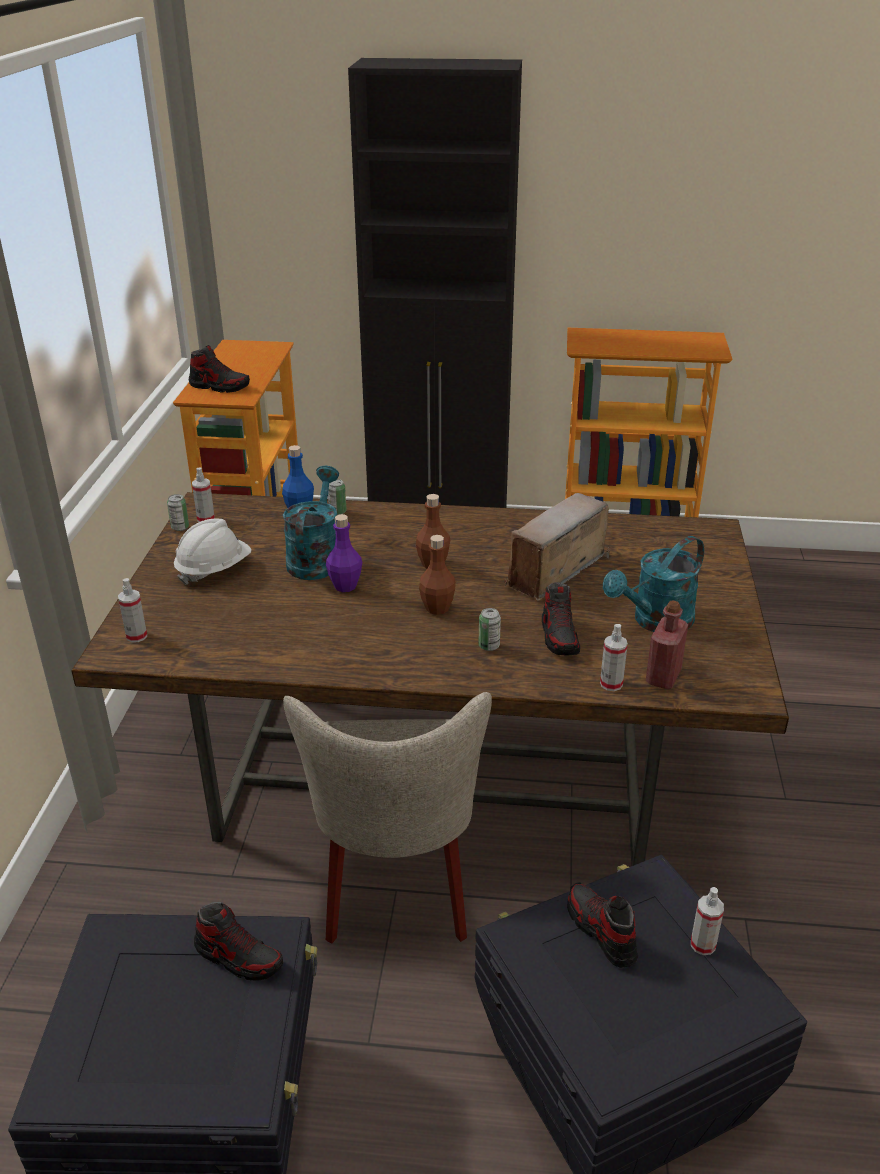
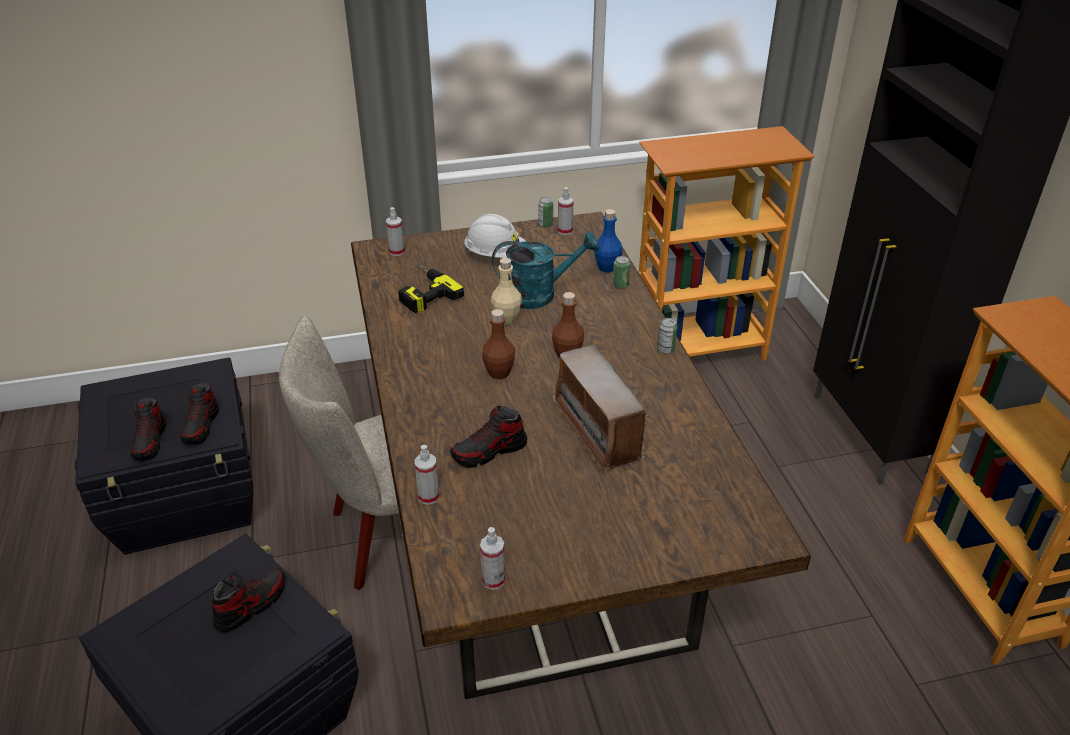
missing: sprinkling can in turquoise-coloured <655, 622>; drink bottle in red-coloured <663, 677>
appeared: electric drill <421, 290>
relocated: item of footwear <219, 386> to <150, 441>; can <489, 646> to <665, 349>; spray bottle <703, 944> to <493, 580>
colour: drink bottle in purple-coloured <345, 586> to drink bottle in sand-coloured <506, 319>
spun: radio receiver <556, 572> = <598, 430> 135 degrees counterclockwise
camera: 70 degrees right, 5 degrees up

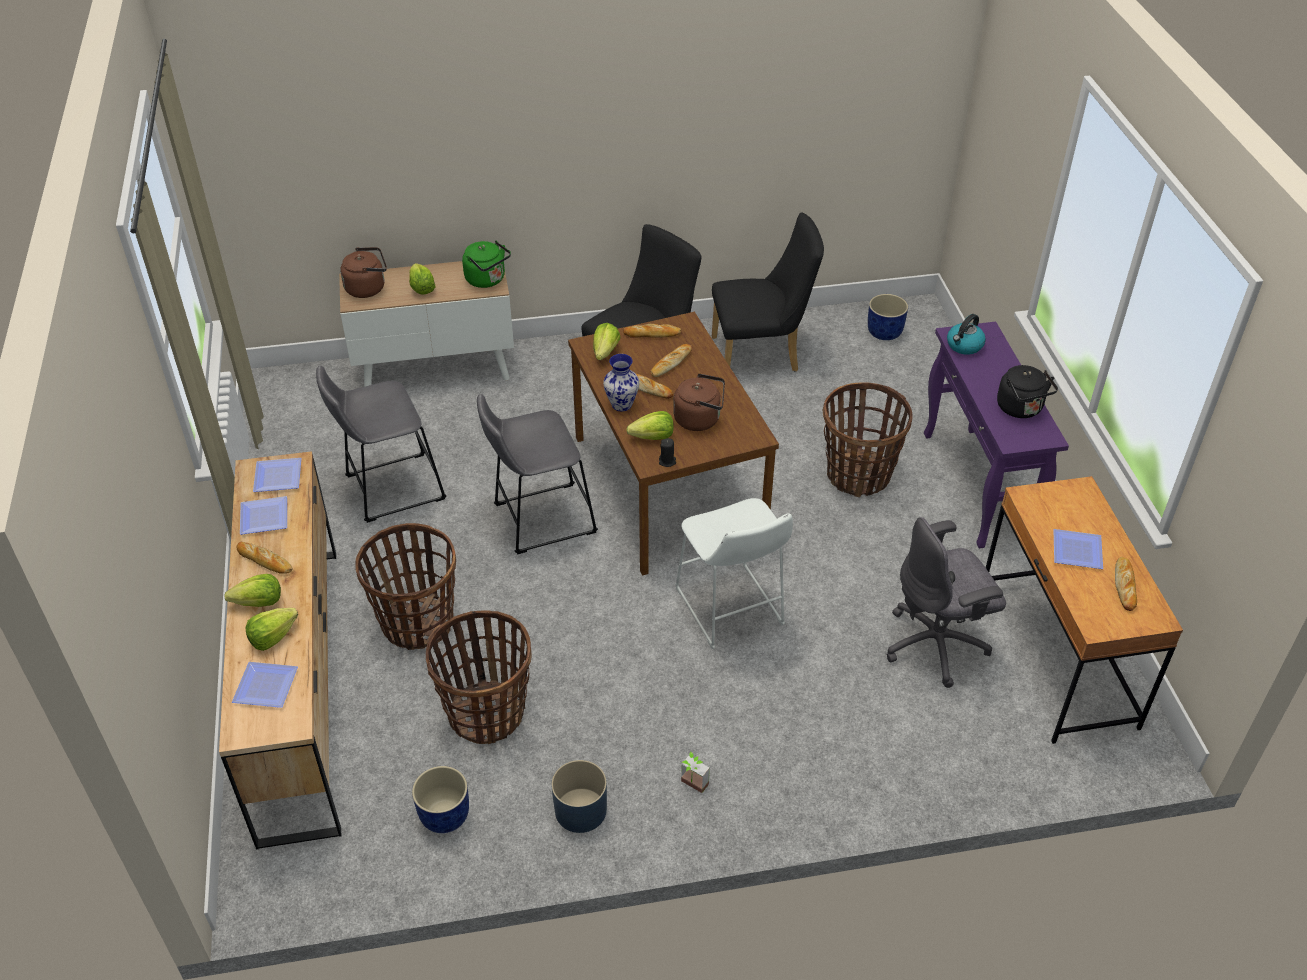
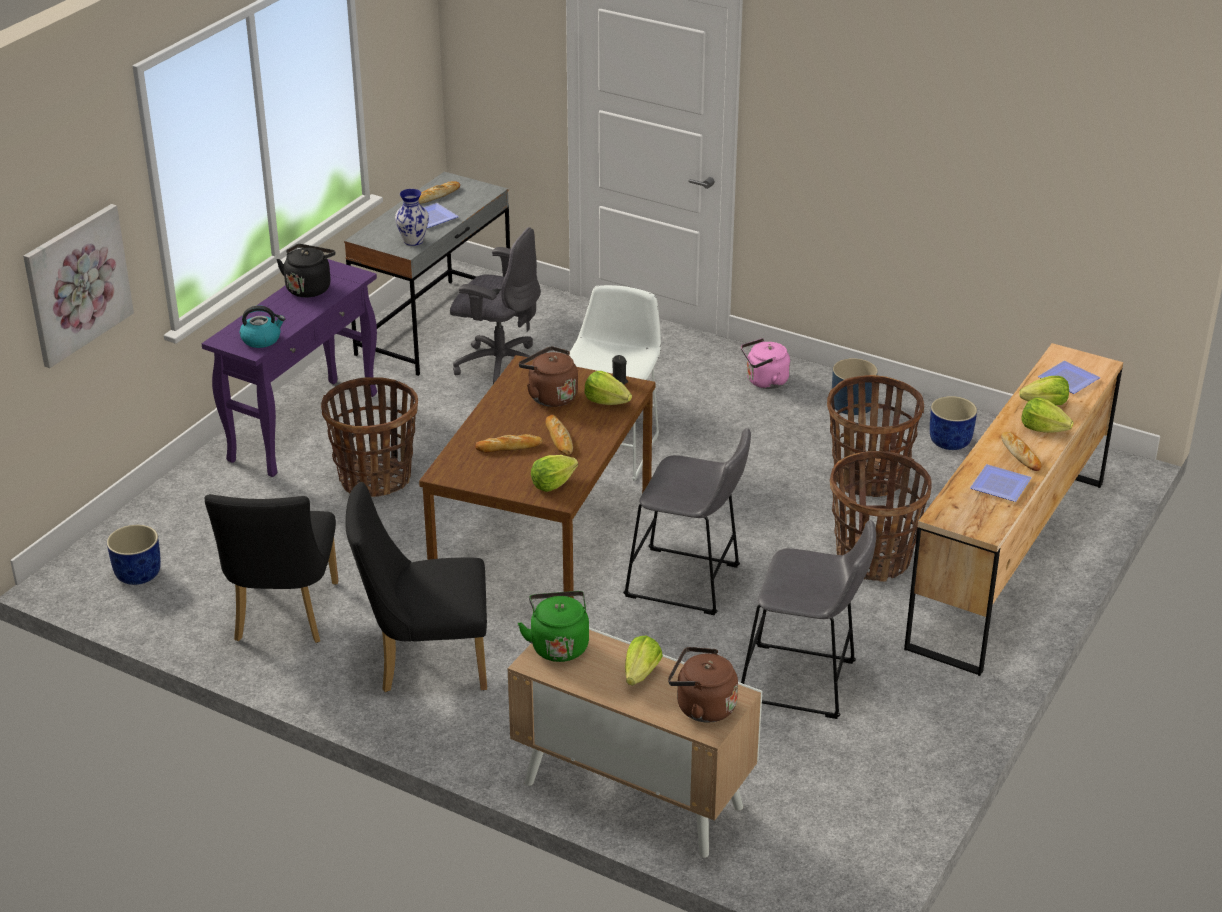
missing: dinner plate <276, 478>; baked bread <652, 334>
appeared: wall art <76, 284>
relocated: flower vase <622, 404> to <413, 241>
exchanged: potted plant <692, 786> to water kettle in pinkish <764, 381>
colour: desk in brown <1056, 656> to desk in greyish <435, 327>
spun: upright chair in blackish <762, 354> = <283, 617> 120 degrees counterclockwise
camera: 140 degrees left, 10 degrees down

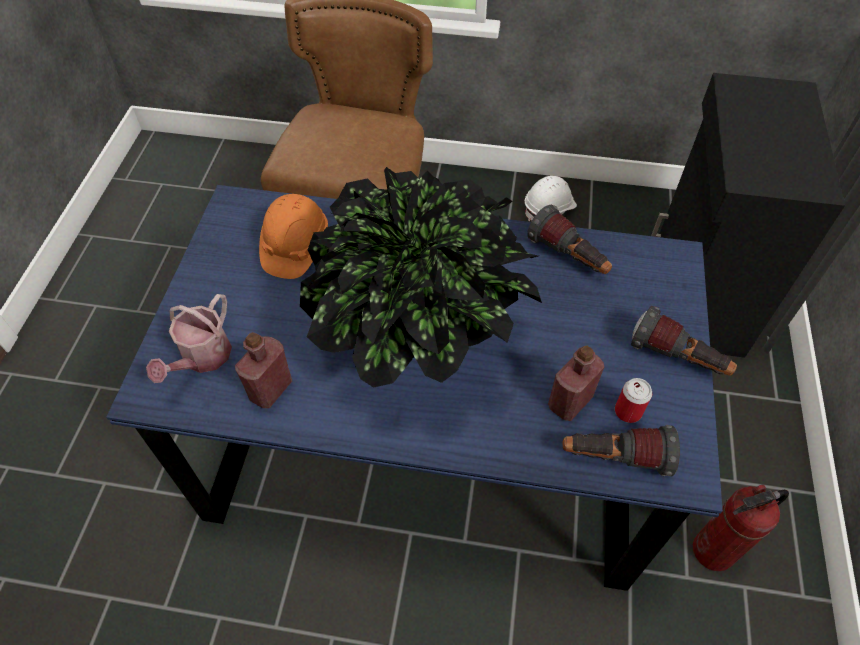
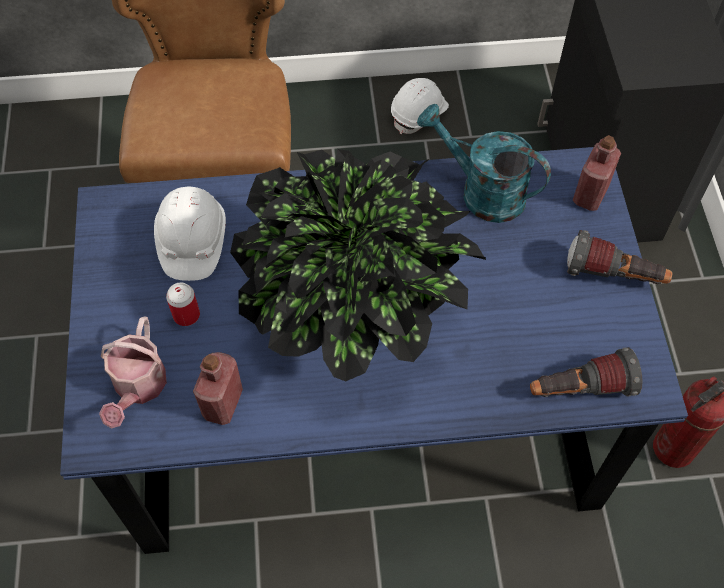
relocated: drink bottle in red-coloured <570, 402> to <590, 195>; can <628, 411> to <186, 315>
exchanged: hand torch <568, 258> to sprinkling can in turquoise-coloured <482, 192>
colour: work helmet in orange <295, 247> to work helmet in whitish <192, 242>
camera: 15 degrees left, 5 degrees up

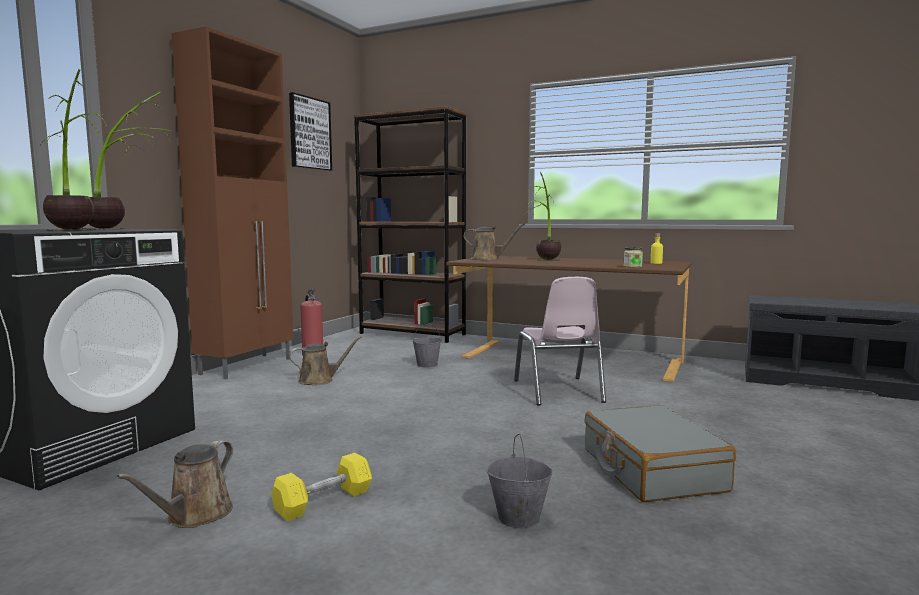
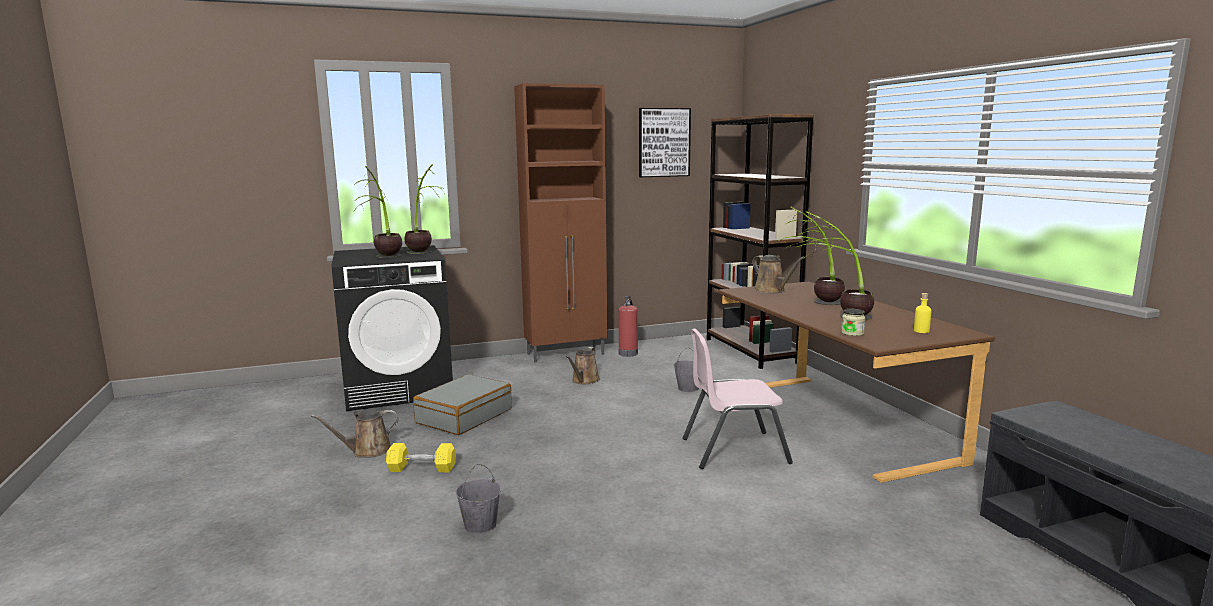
appeared: potted plant <837, 317>
relocated: suitcase in greyish <651, 470> to <464, 416>
spun: sprinkling can in brown <320, 380> = <584, 380> 90 degrees clockwise; upright chair in pinkish <558, 391> = <734, 450> 45 degrees clockwise
camera: 45 degrees right, 5 degrees up

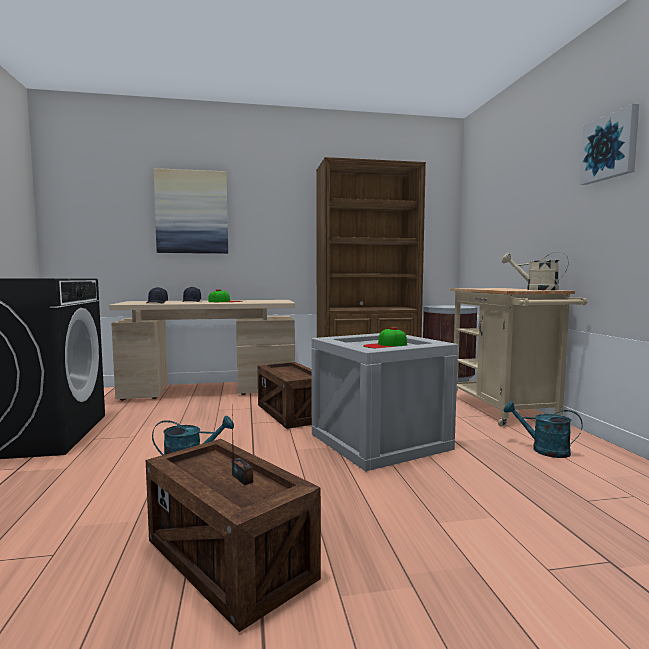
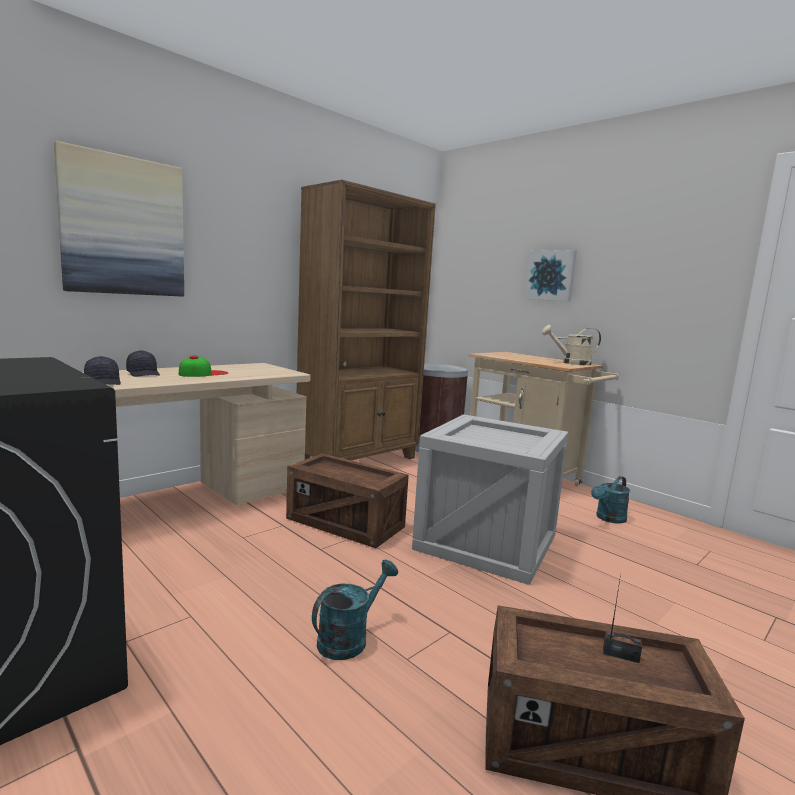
missing: peaked cap <385, 345>
relocated: wall art <610, 147> to <551, 275>
spun: sprinkling can in turquoise-coloured <543, 450> = <608, 519> 45 degrees counterclockwise
camera: 35 degrees left, 5 degrees up

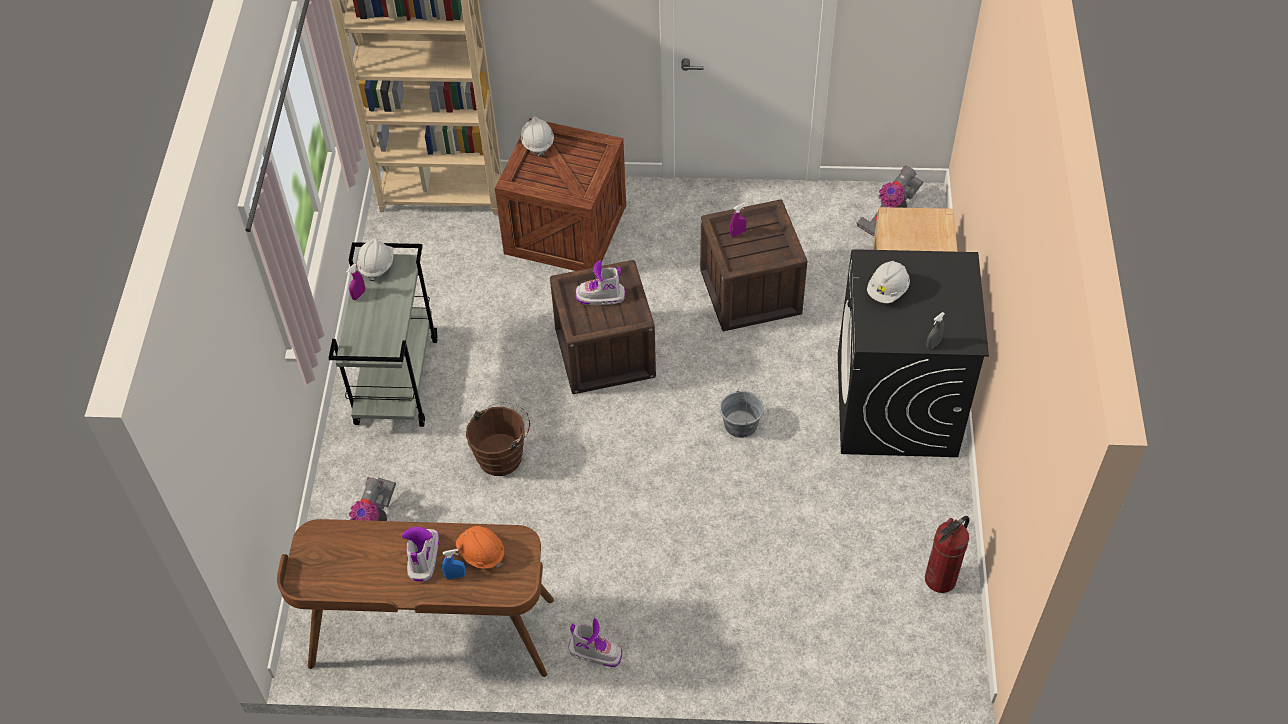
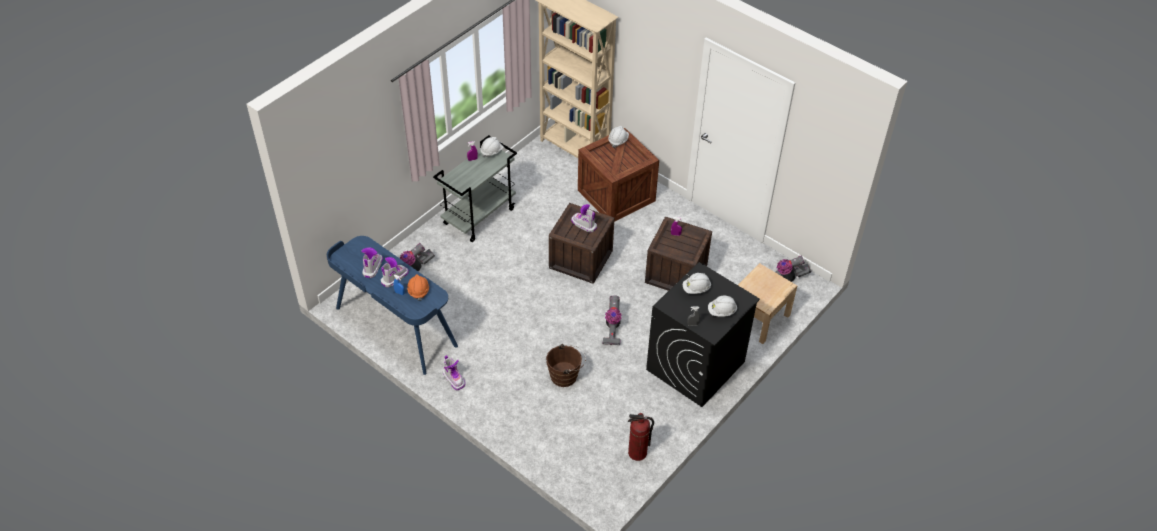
appeared: tall boot <372, 267>; work helmet in whitish <721, 311>
relocated: pail in brown <503, 455> to <566, 376>
exchanged: pail in greyish <740, 424> to vacuum <612, 327>
colour: desk in brown <432, 635> to desk in blue-coloured <395, 327>
camera: 35 degrees right, 5 degrees down

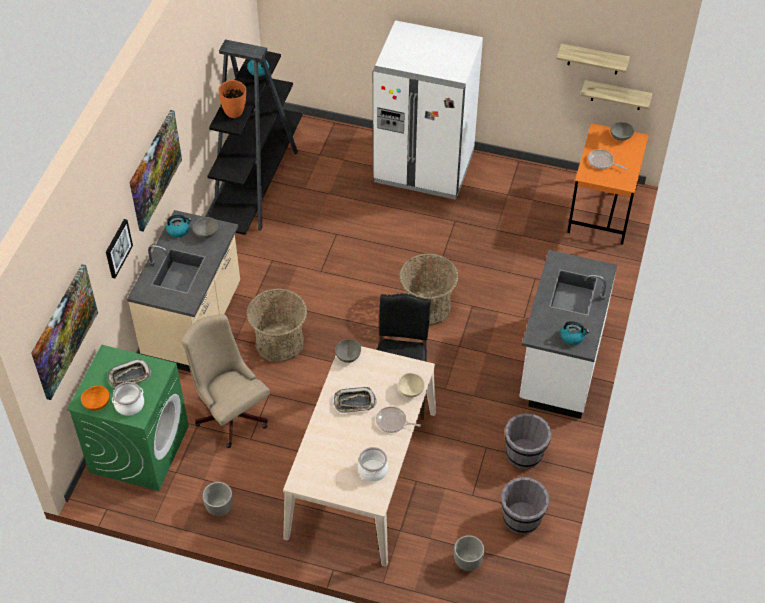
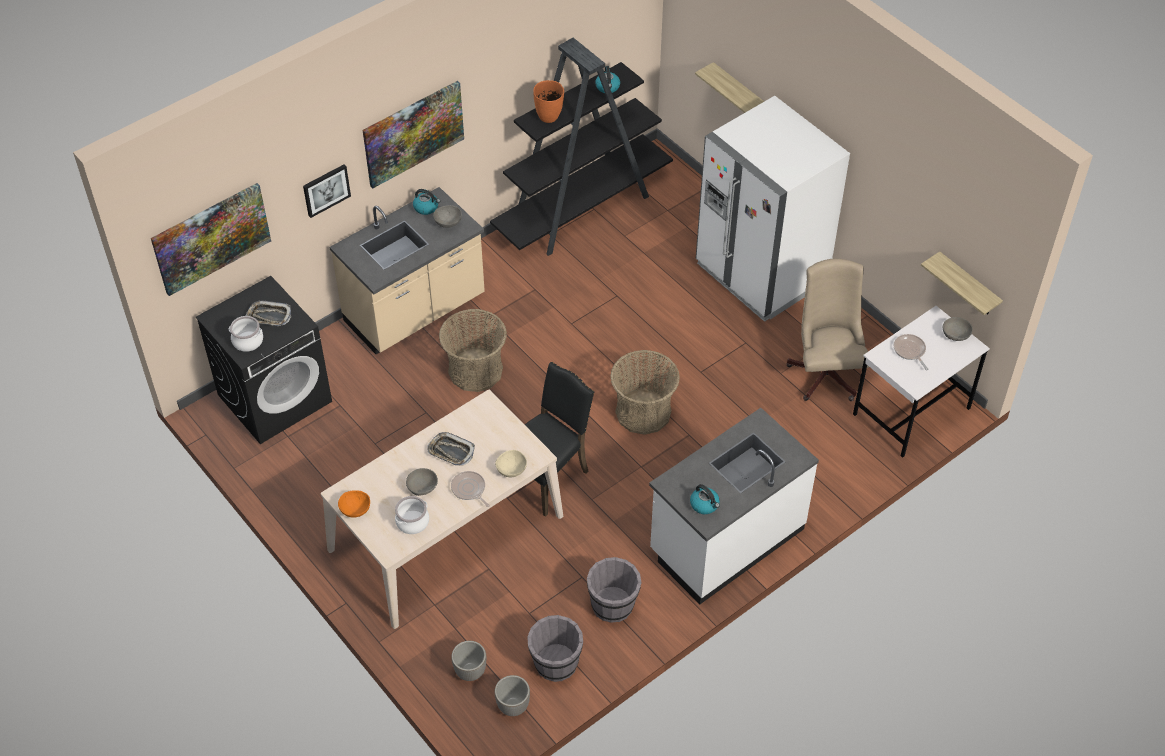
relocated: deep dish in orange <96, 404> to <355, 510>; computer chair in sand-coloured <230, 413> to <826, 371>; plant pot <220, 508> to <513, 706>; deep dish in greyish <348, 356> to <423, 488>; bracket shelf <593, 59> to <738, 92>
colour: washing machine in green <139, 448> to washing machine in blackish <275, 397>; desk in orange <602, 211> to desk in whitish <911, 412>
camera: 35 degrees right, 0 degrees up

